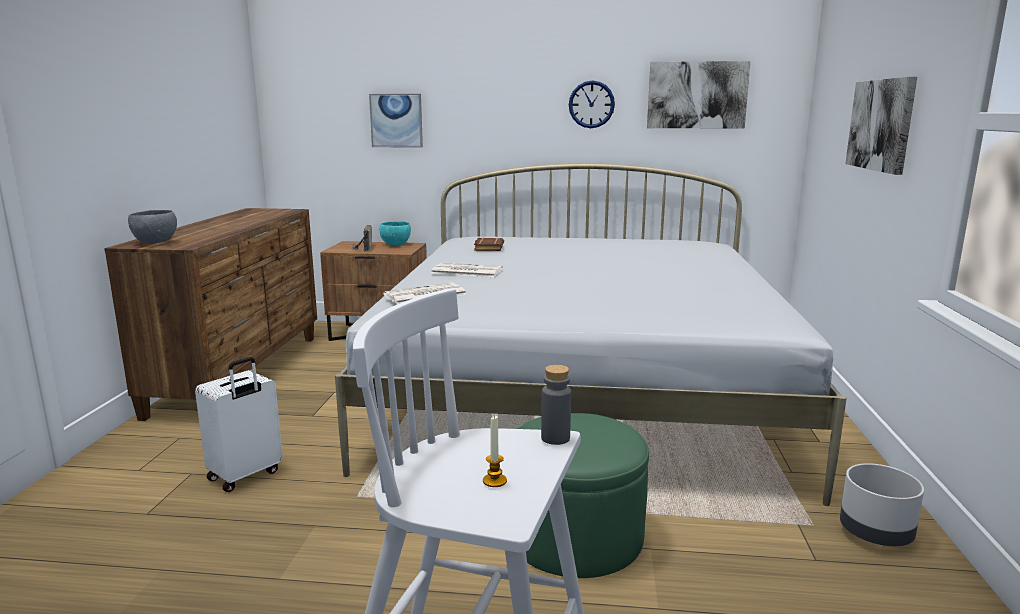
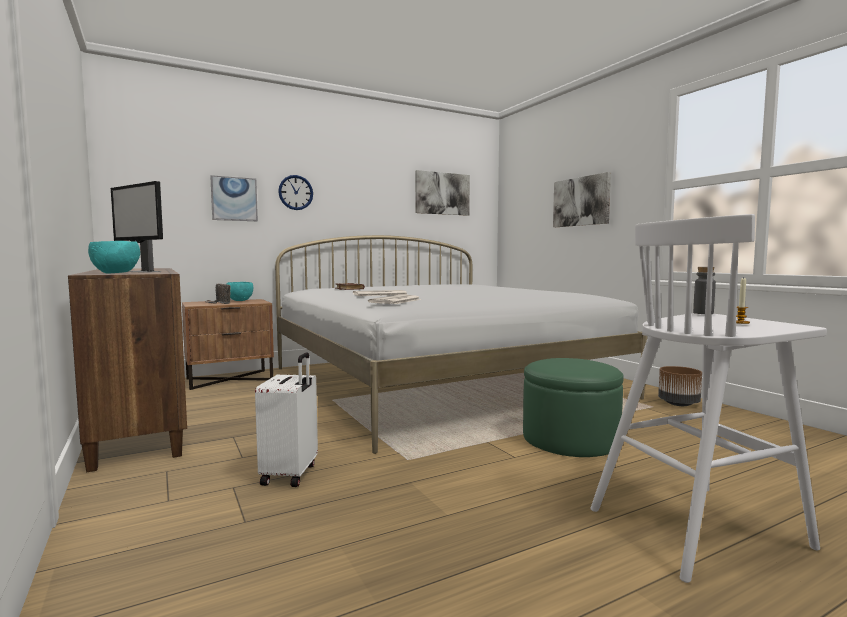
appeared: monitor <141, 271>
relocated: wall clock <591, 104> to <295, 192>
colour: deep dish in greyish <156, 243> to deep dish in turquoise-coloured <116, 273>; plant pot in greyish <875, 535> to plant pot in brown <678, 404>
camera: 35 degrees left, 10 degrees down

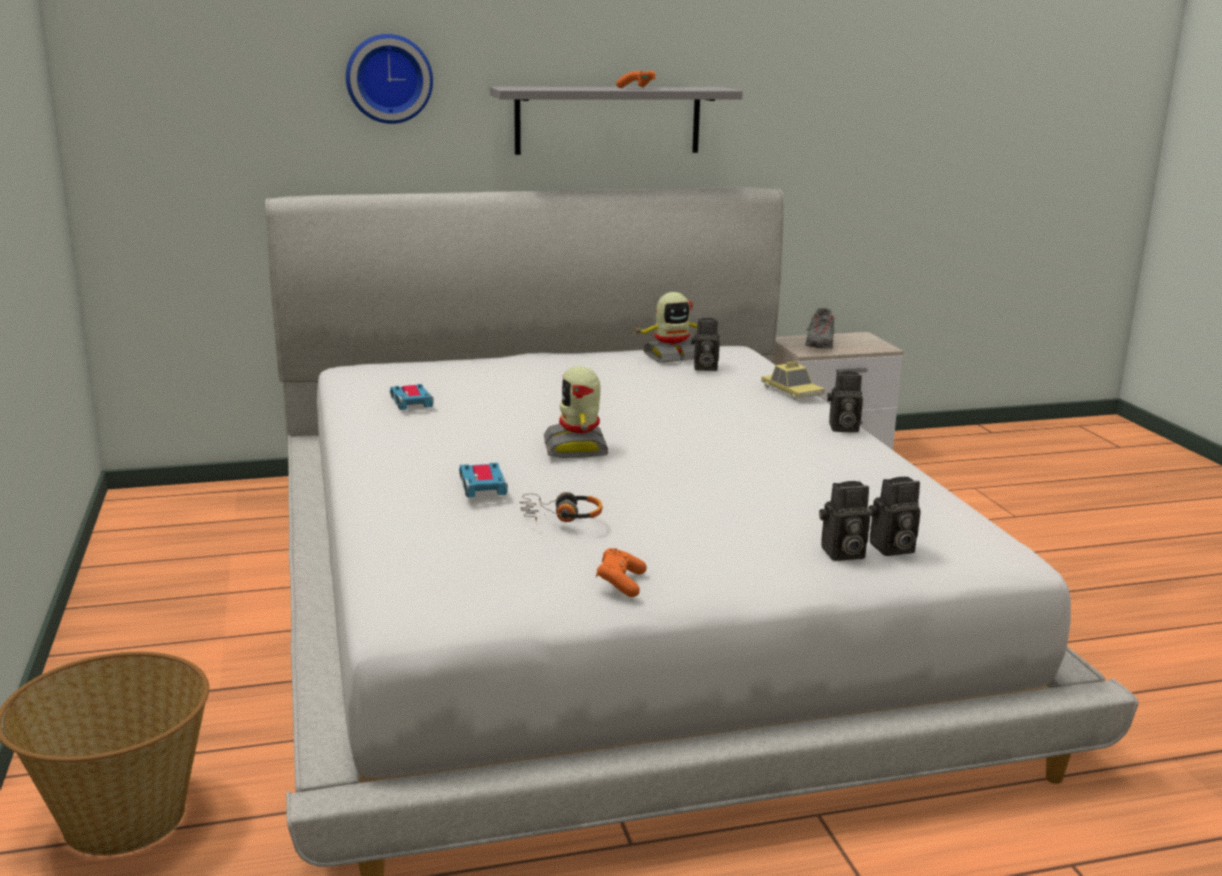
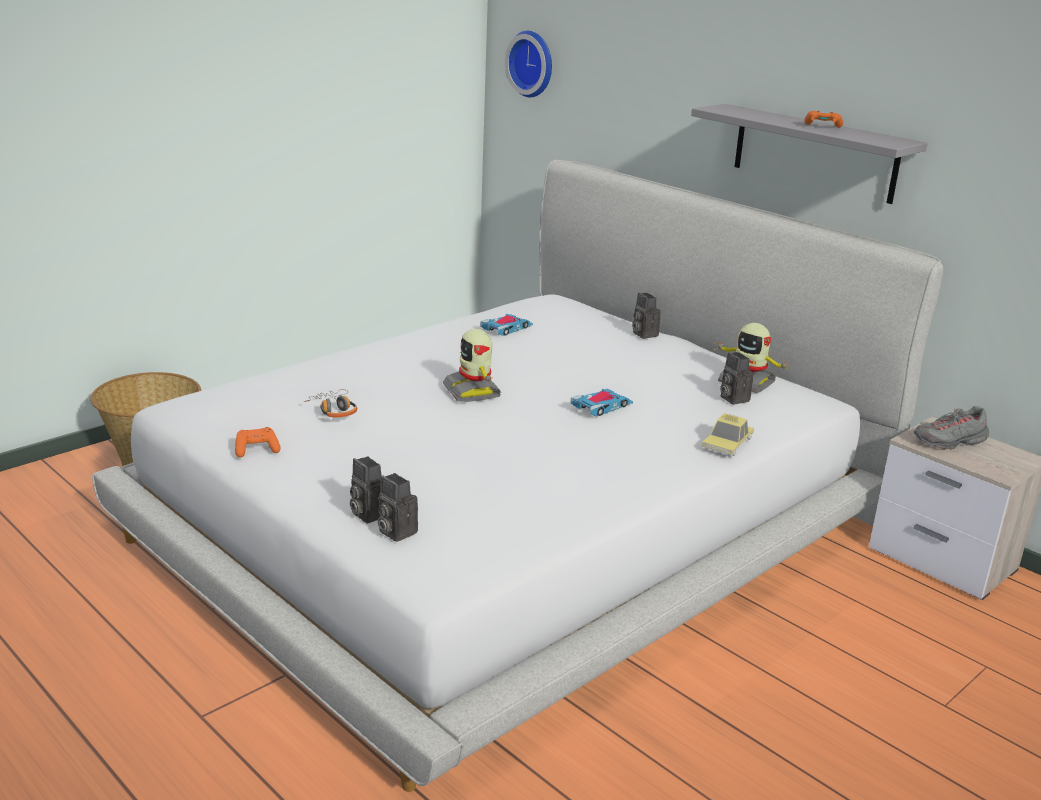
relocated: wall clock <389, 78> to <533, 63>; miniature car <482, 485> to <601, 406>; still camera <842, 428> to <643, 334>
spun: toy robot <577, 447> = <473, 391> 75 degrees counterclockwise
camera: 60 degrees right, 5 degrees up

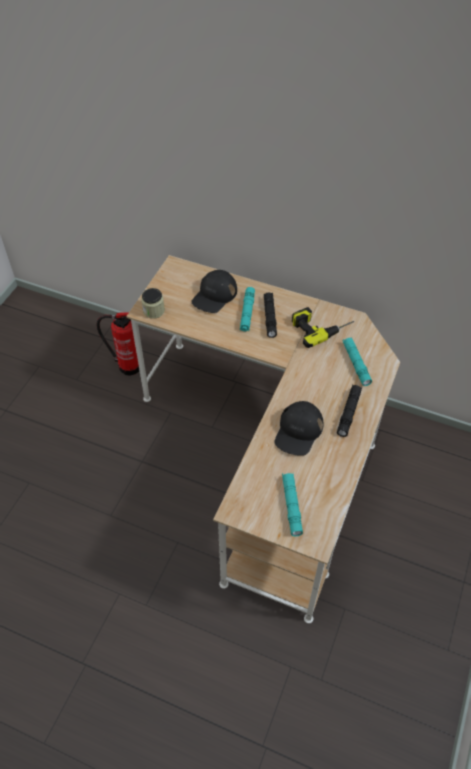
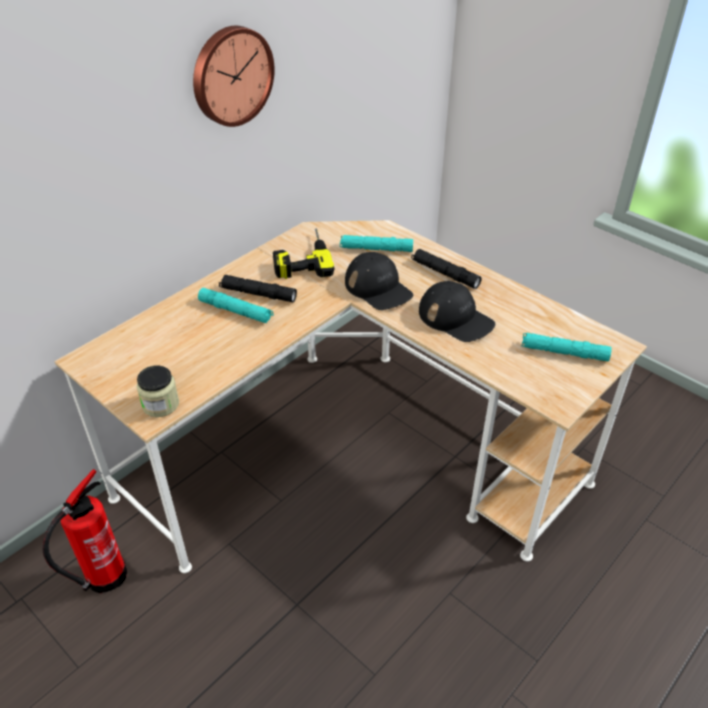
appeared: wall clock <231, 75>
relocated: peaked cap in blackish <214, 295> to <378, 288>
camera: 70 degrees left, 10 degrees down

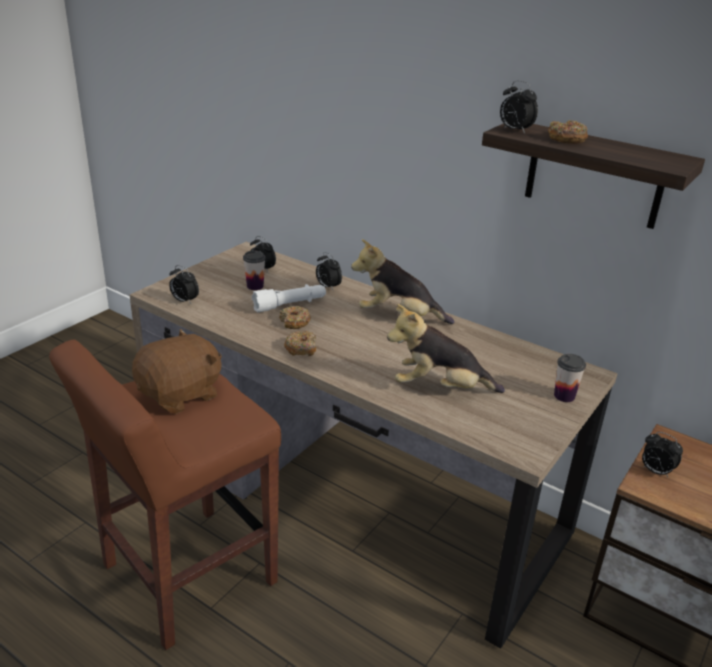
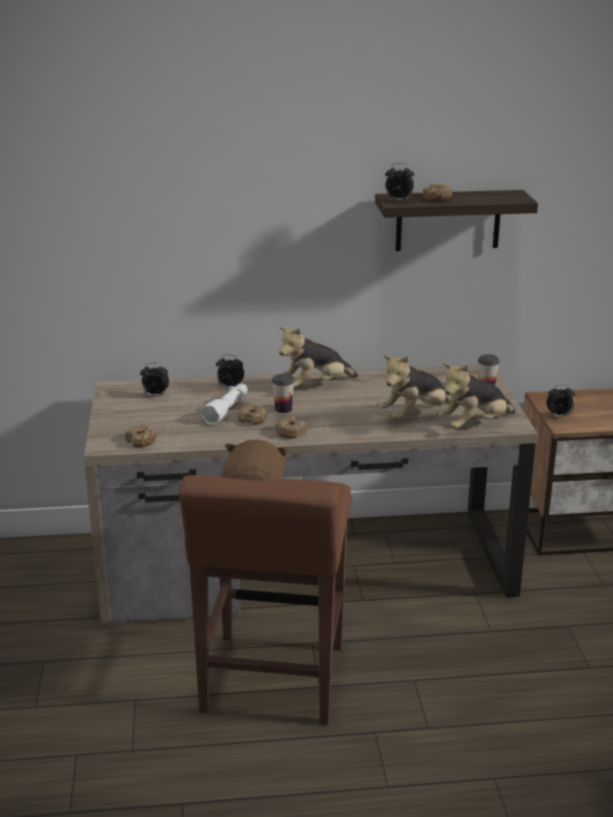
appeared: soft toy <474, 425>
relocated: small cup <255, 286> to <283, 409>
exchanged: table clock <184, 301> to donut <141, 441>
camera: 40 degrees left, 5 degrees down

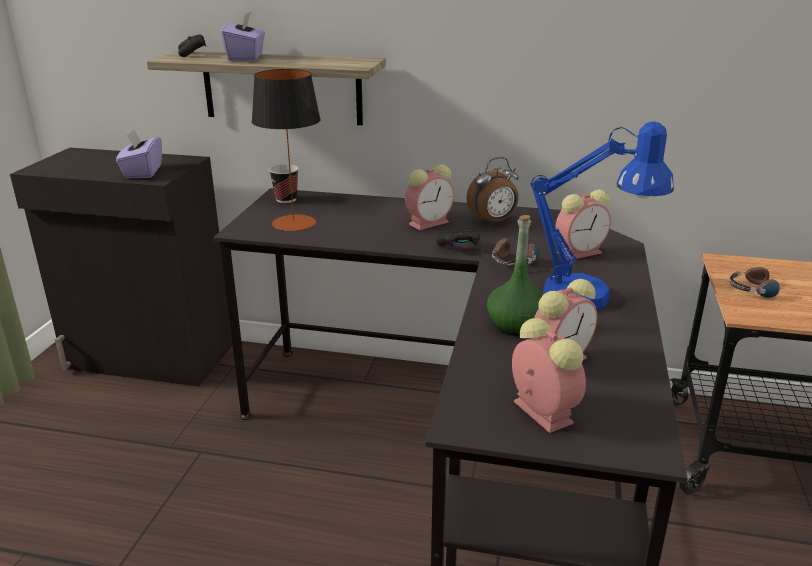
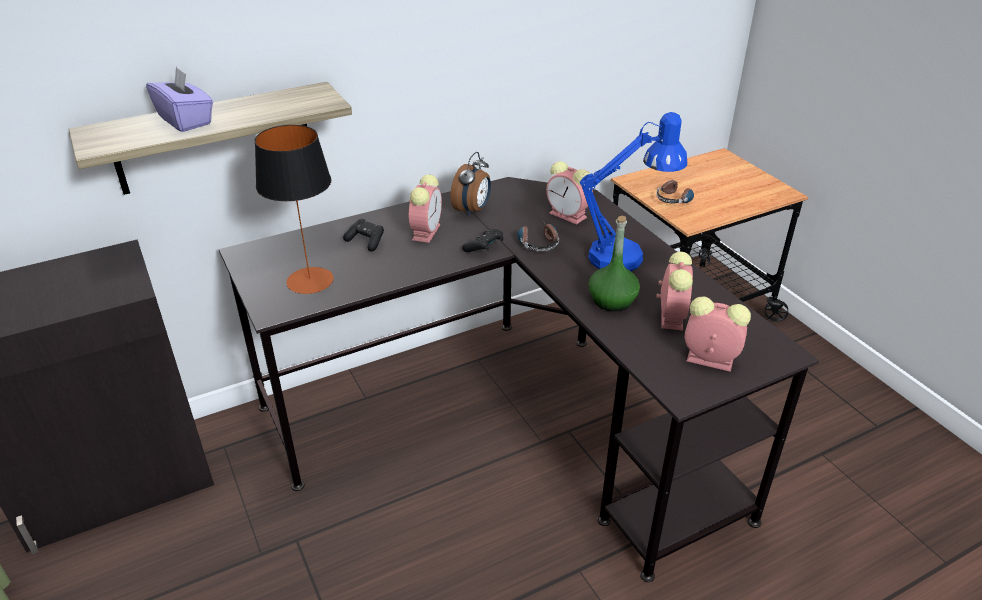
missing: tissue holder in purple-coloured <142, 172>; small cup <286, 199>
relocated: joypad in blackish <192, 54> to <366, 241>
spun: table clock <580, 252> = <569, 215> 105 degrees clockwise
camera: 40 degrees left, 10 degrees up

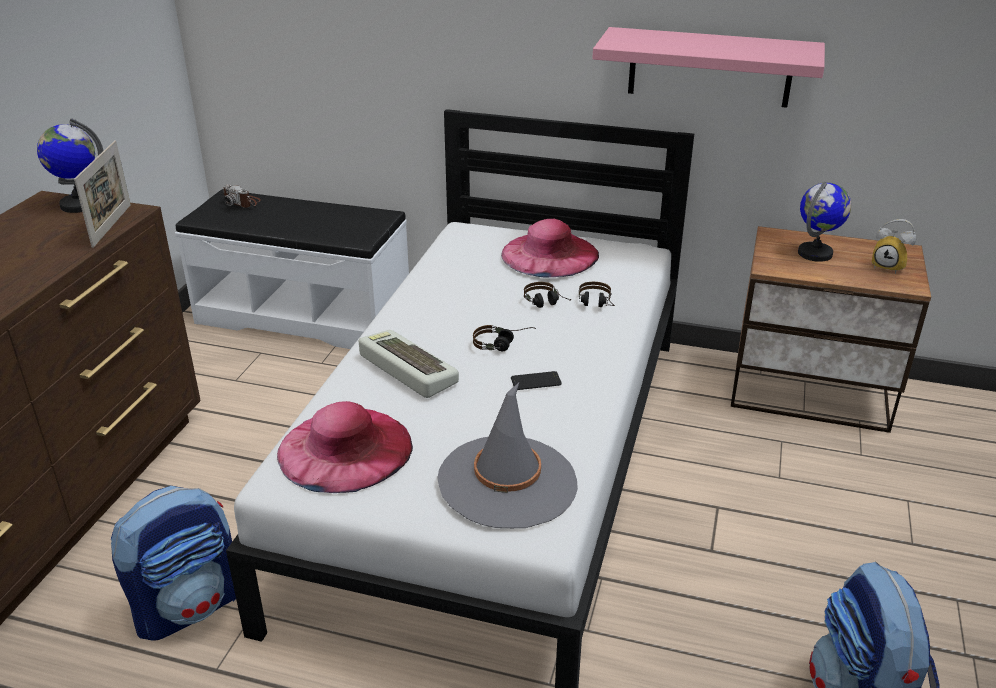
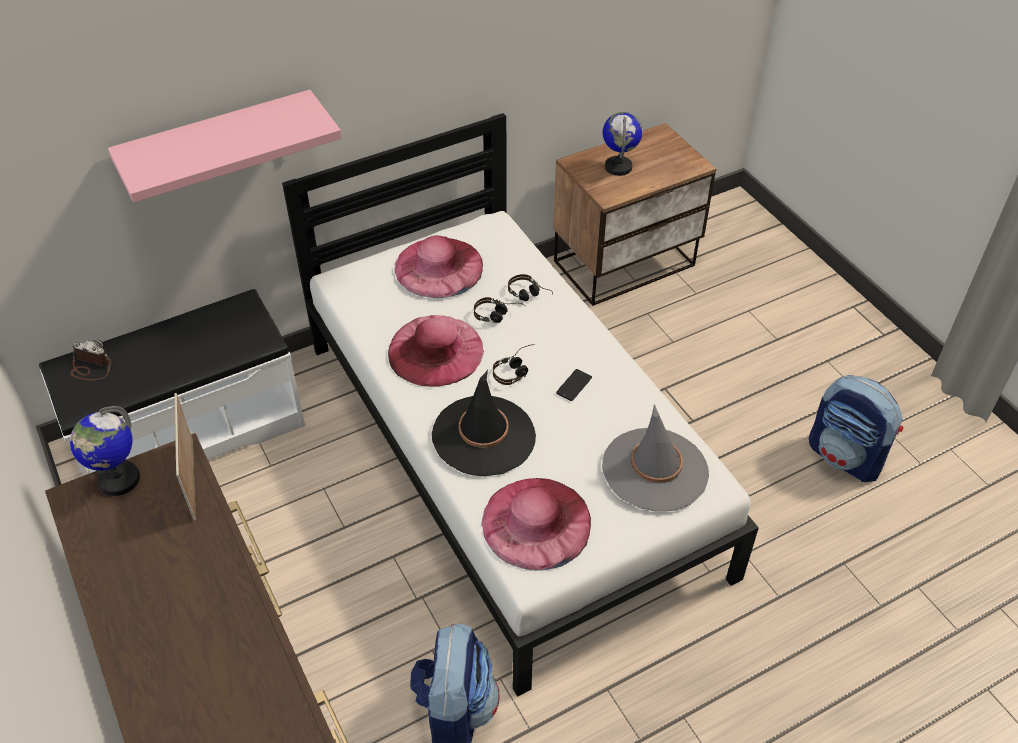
missing: table clock <889, 267>
appeared: clothing hat in pinkish <435, 350>
relocated: bracket shelf in pinkish <710, 67> to <218, 144>
exchanged: keyboard <405, 370> to clothing hat in blackish <484, 436>
spun: standing frame <112, 225> = <193, 479> 150 degrees counterclockwise; still camera <242, 202> = <90, 366> 150 degrees counterclockwise
camera: 45 degrees left, 15 degrees up

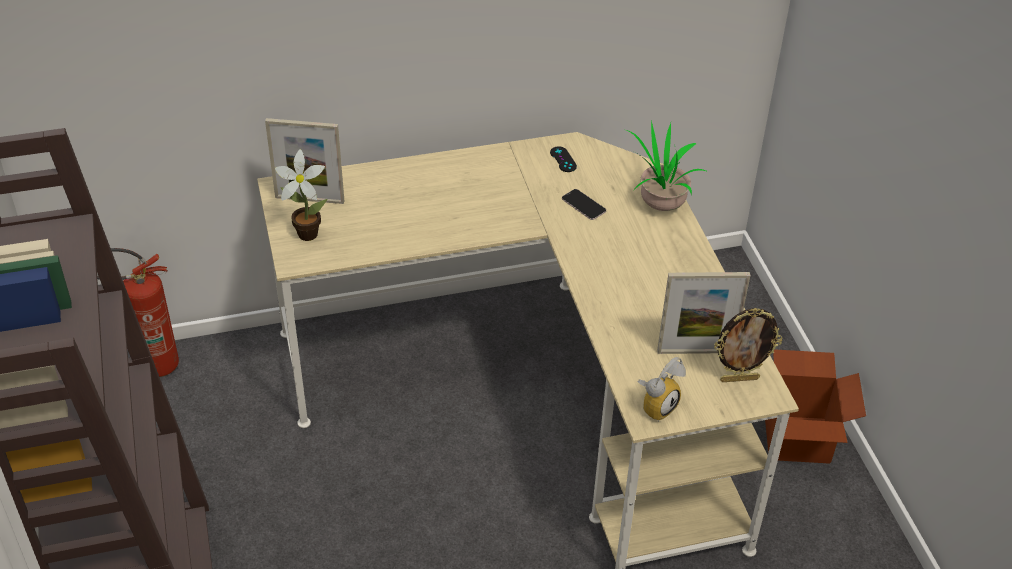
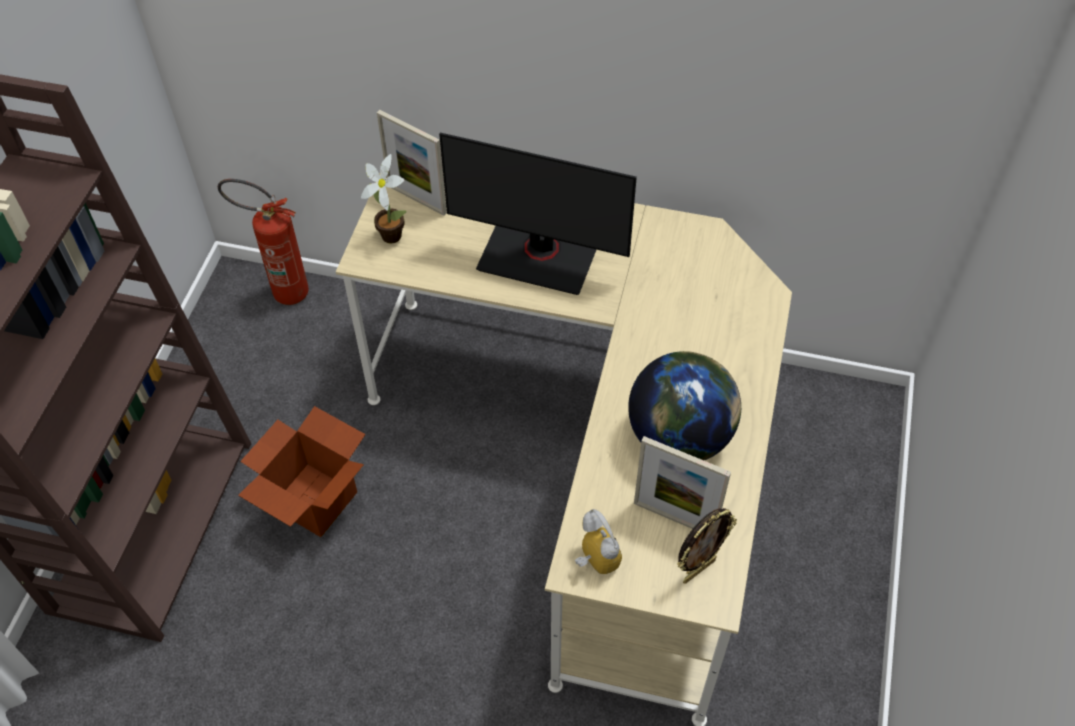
missing: joypad in blackish <563, 159>; telephone <583, 205>; potted plant <658, 205>
appeared: monitor <539, 256>; desk globe <680, 436>
relocated: packing box <797, 438> to <315, 500>
spun: table clock <656, 405> = <593, 560> 105 degrees counterclockwise; standing frame <739, 378> = <698, 569> 60 degrees counterclockwise
camera: 30 degrees right, 10 degrees up

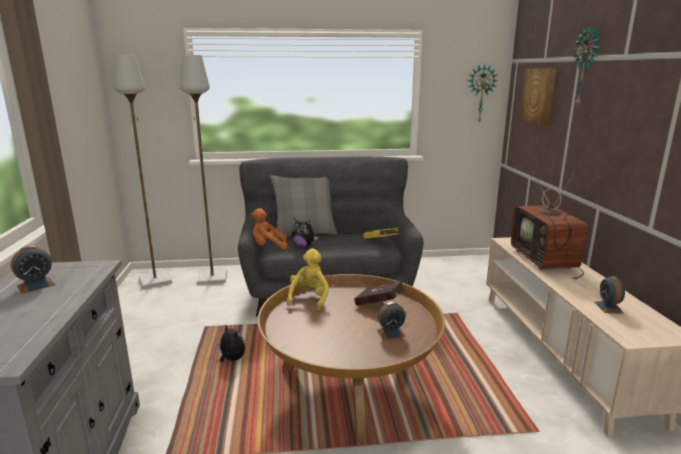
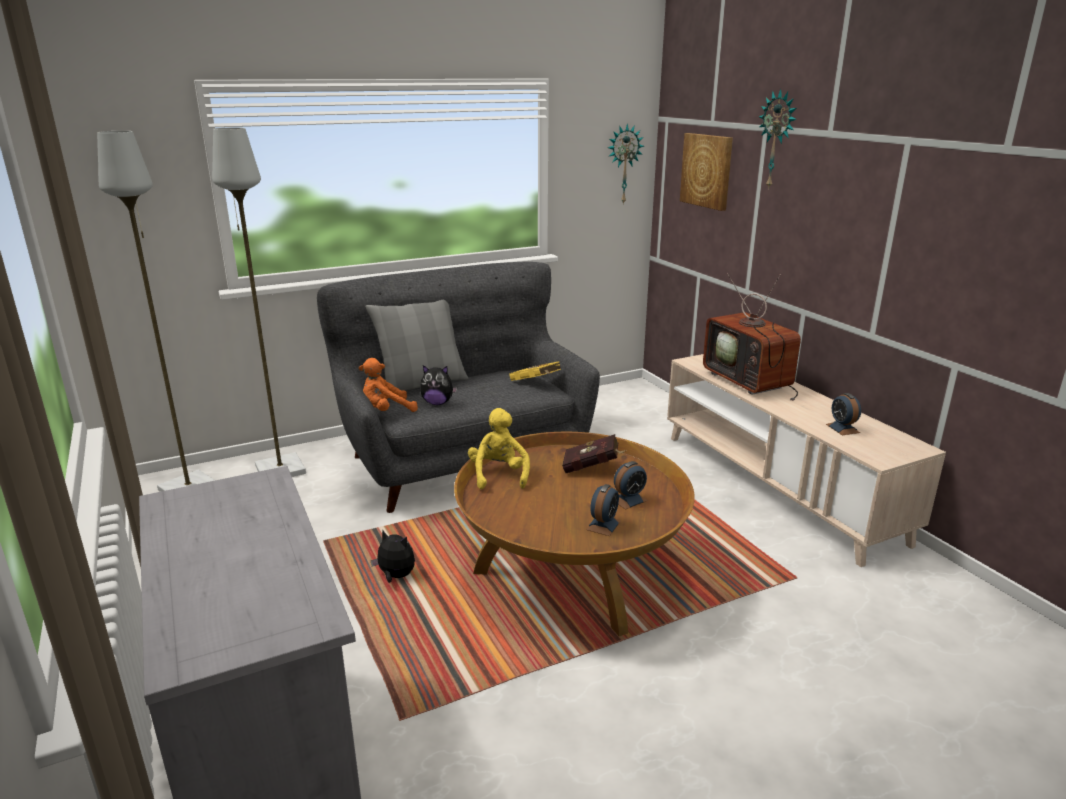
relocated: table clock <36, 285> to <603, 525>
camera: 20 degrees left, 5 degrees up

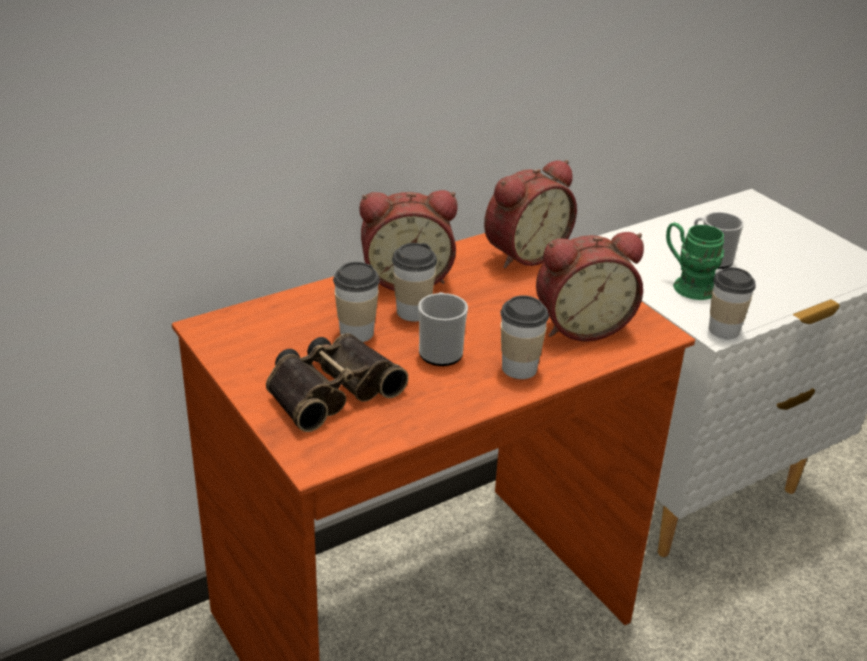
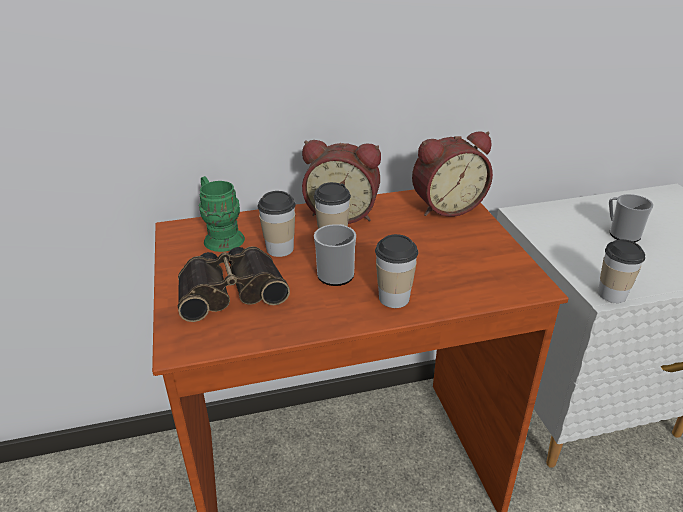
missing: table clock <581, 325>
relocated: mug in green <687, 285> to <220, 236>
camera: 20 degrees right, 0 degrees up

